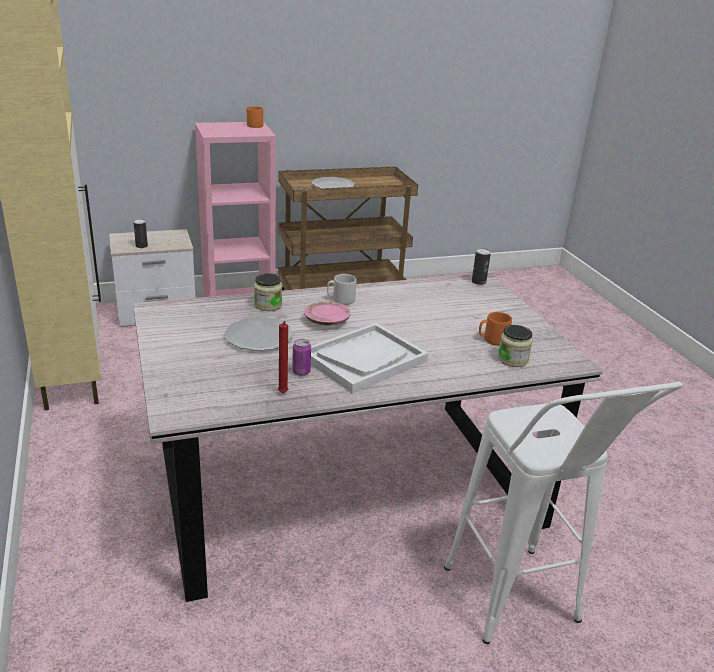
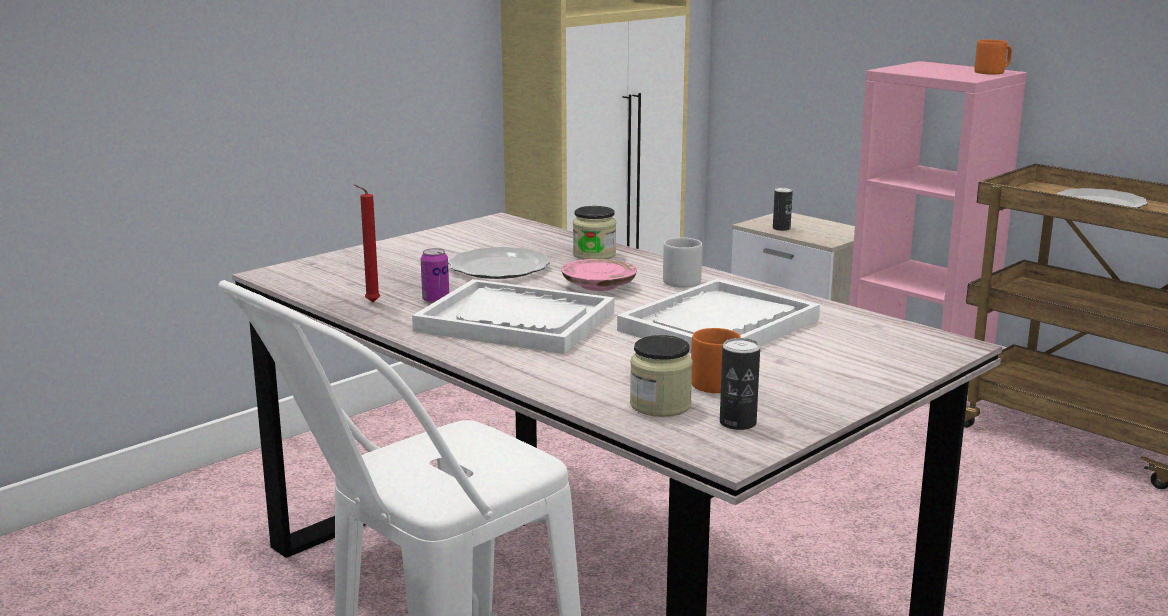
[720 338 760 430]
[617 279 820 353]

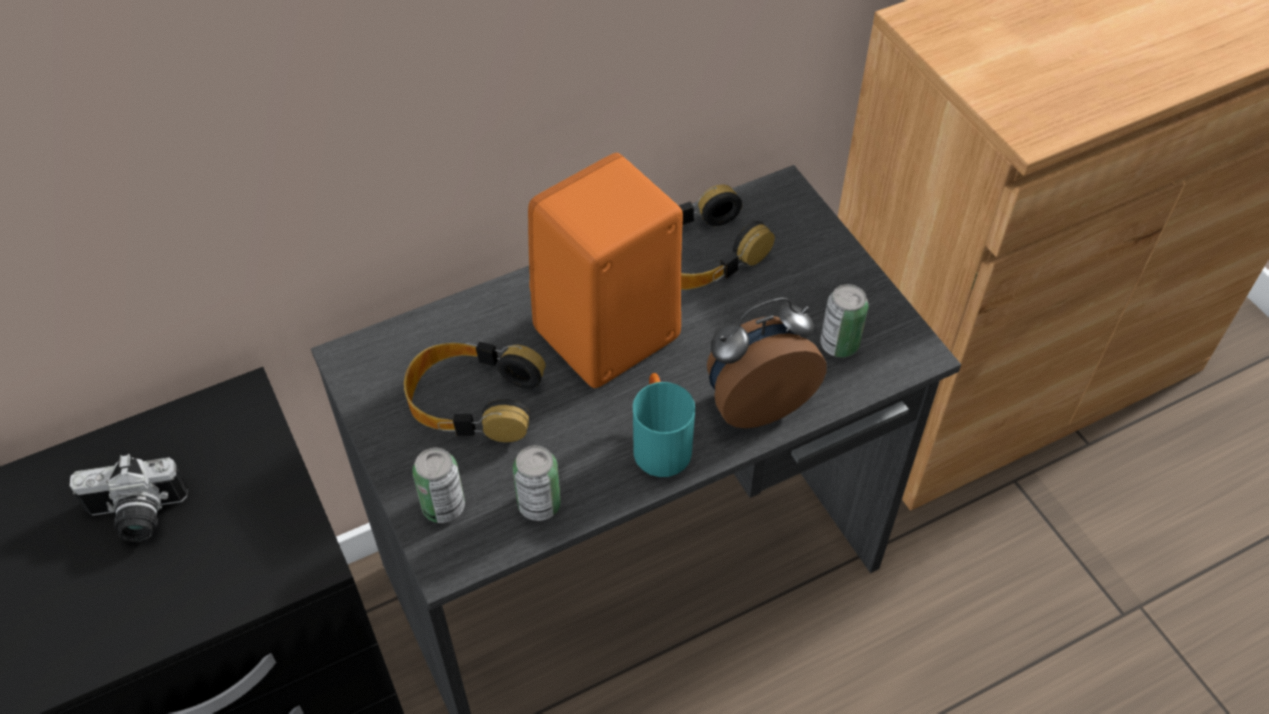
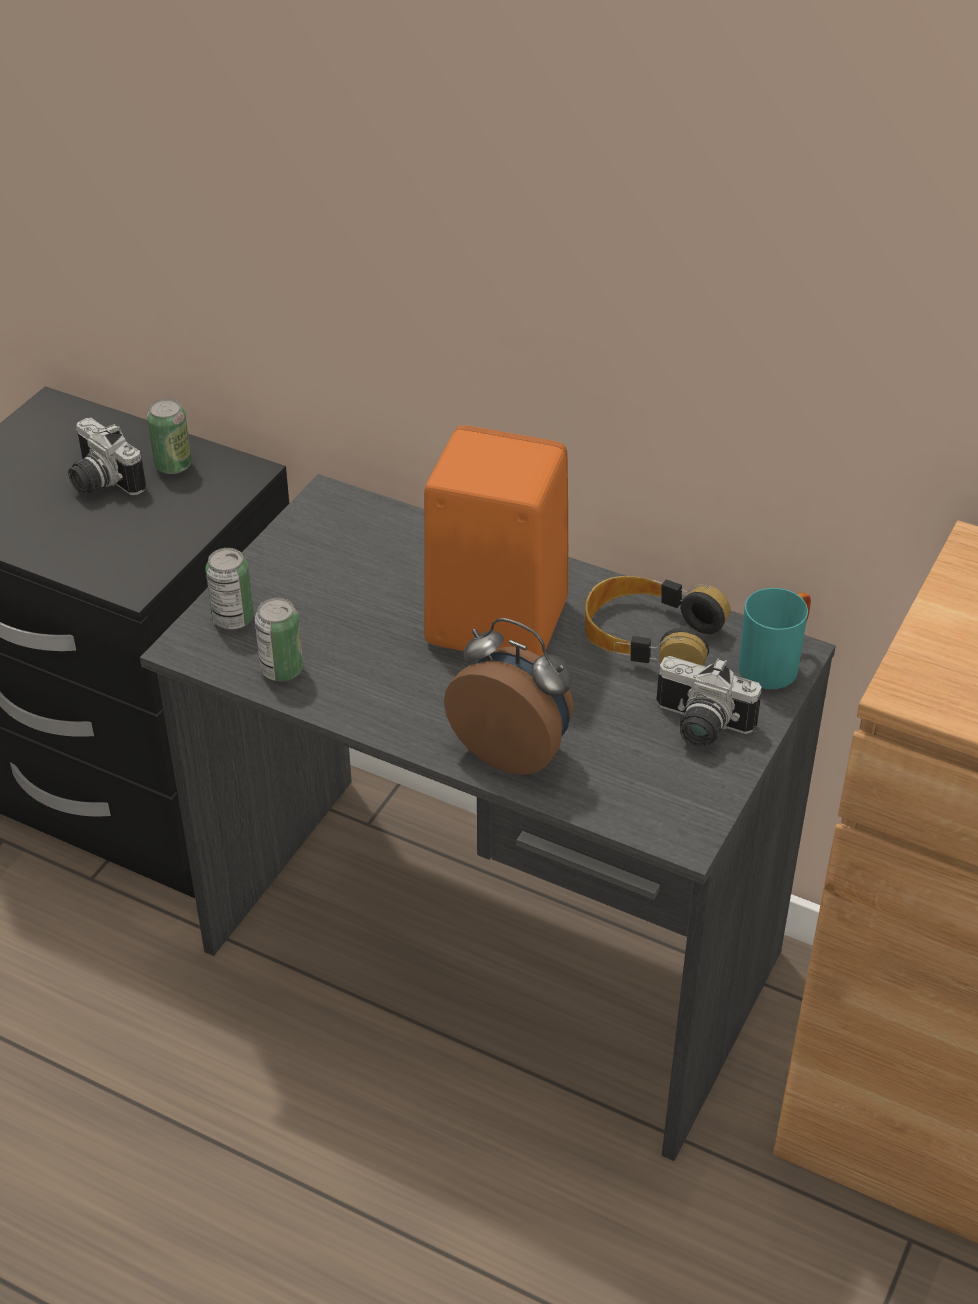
[404 342 546 442] (first image)
[738 588 811 689]
[147 399 192 474]
[656 656 762 748]

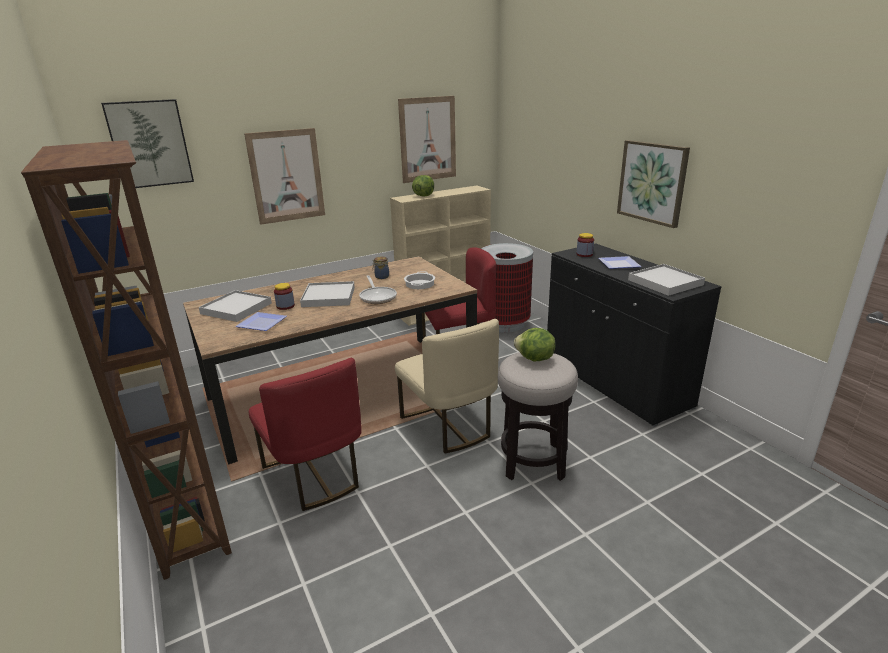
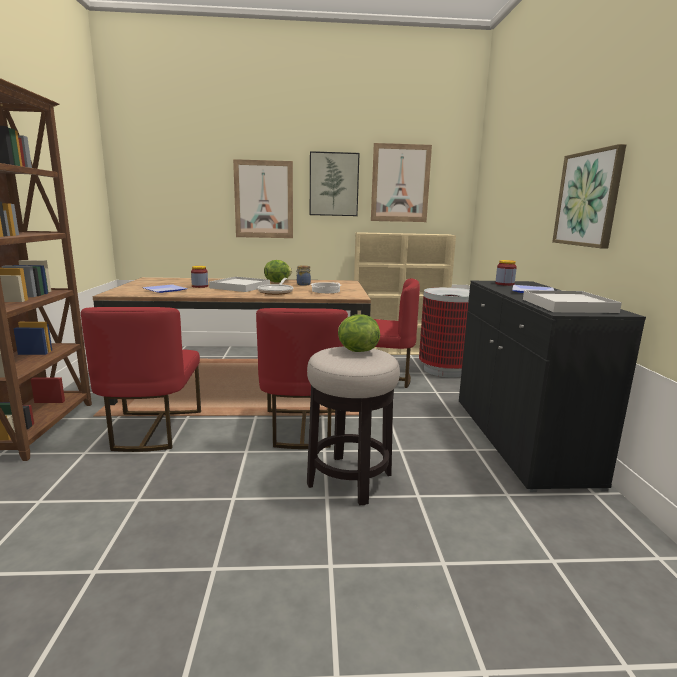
[310 151 360 216]
[199 290 272 322] (first image)
[256 308 348 449]
[264 260 292 282]

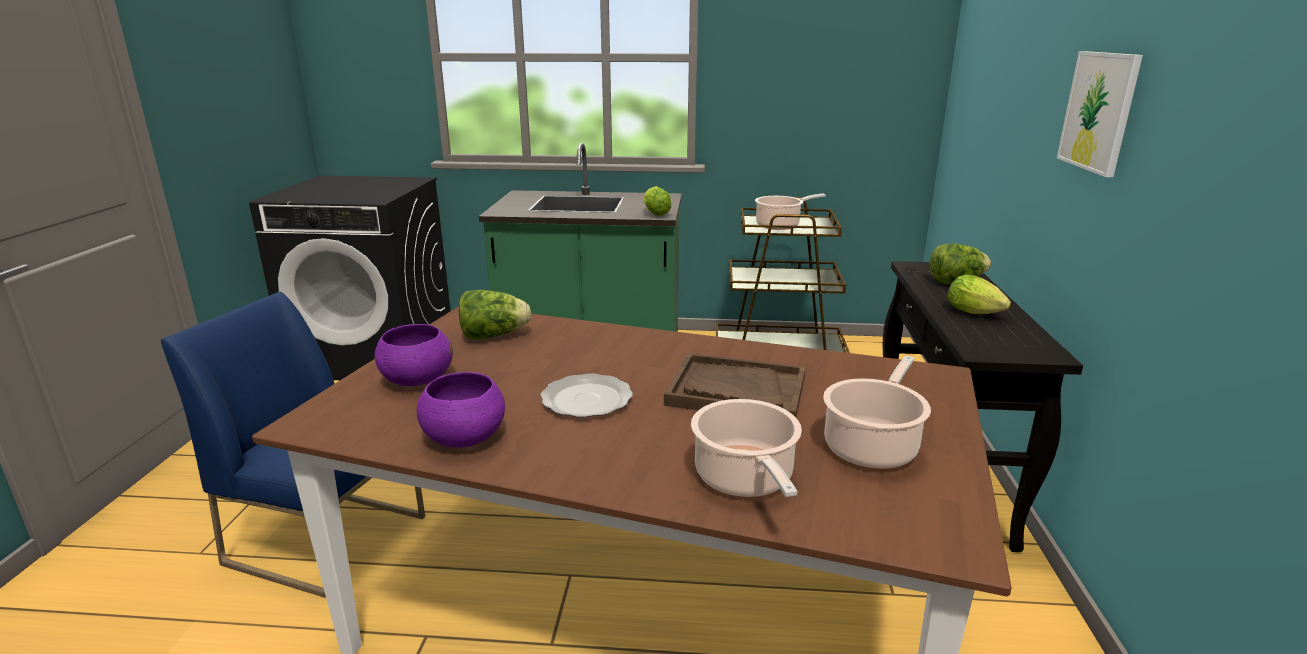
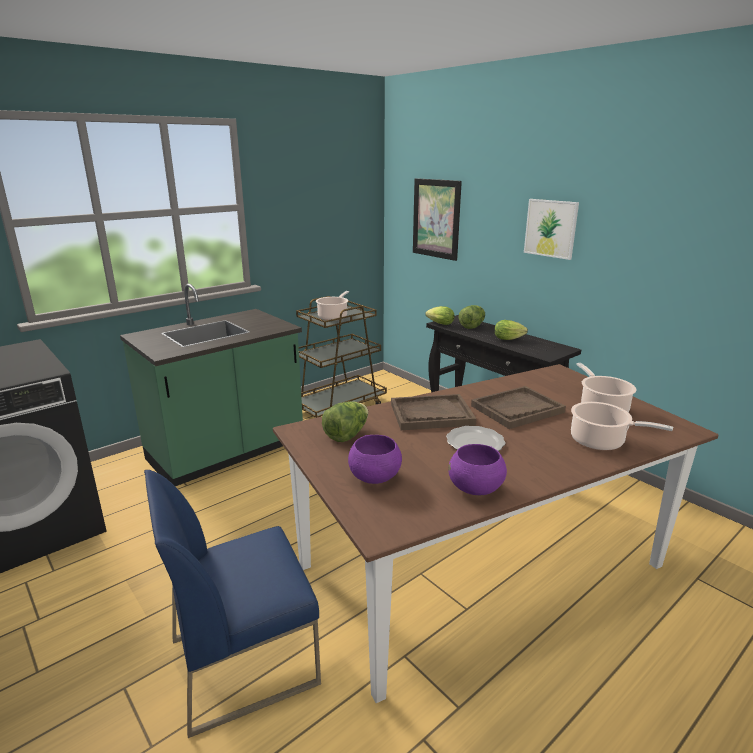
[425 306 455 325]
[391 394 477 430]
[413 178 462 261]

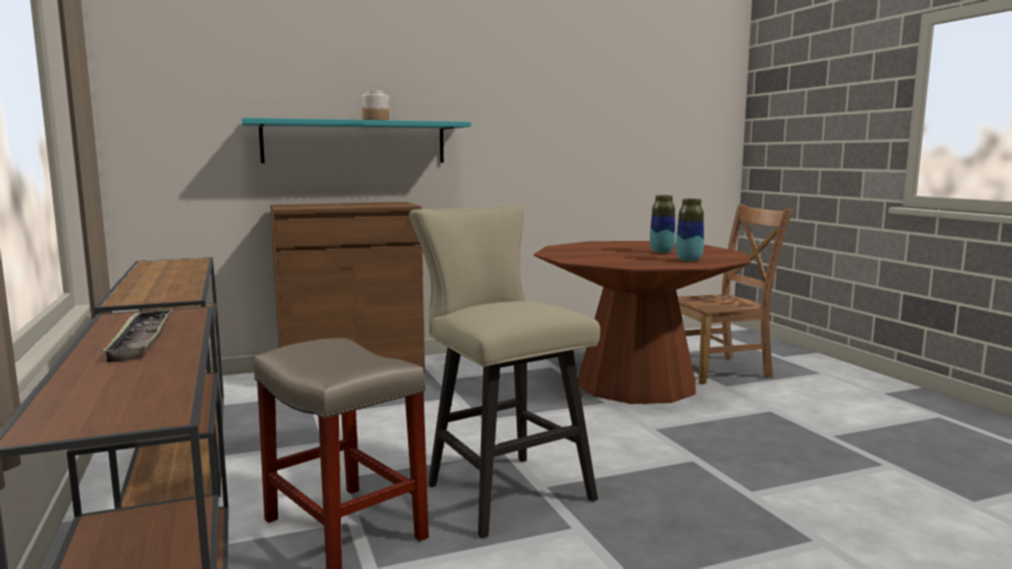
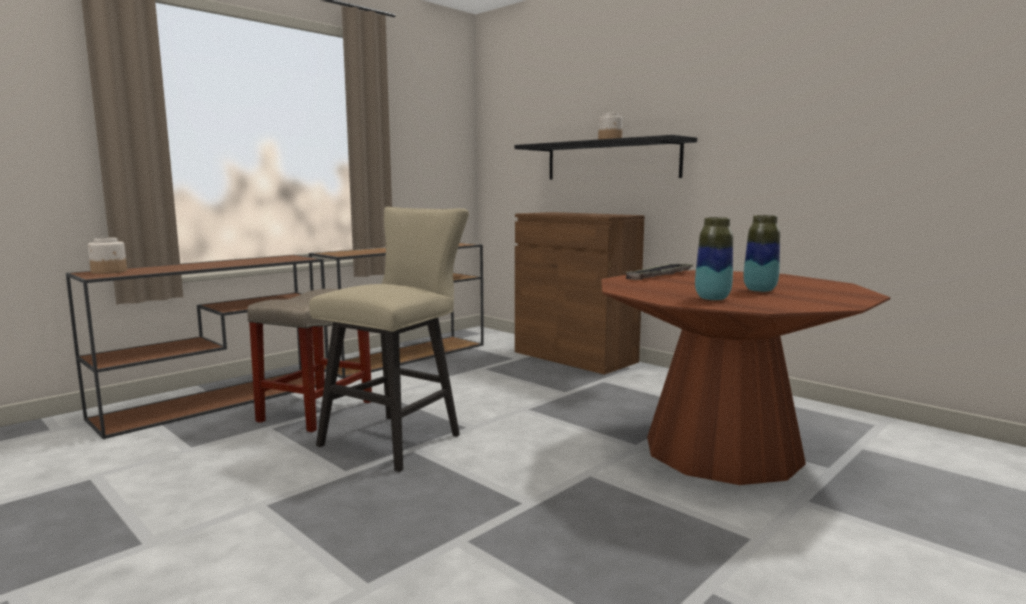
[626 263 694 280]
[514 135 697 180]
[678 204 793 384] (first image)
[88 238 127 274]

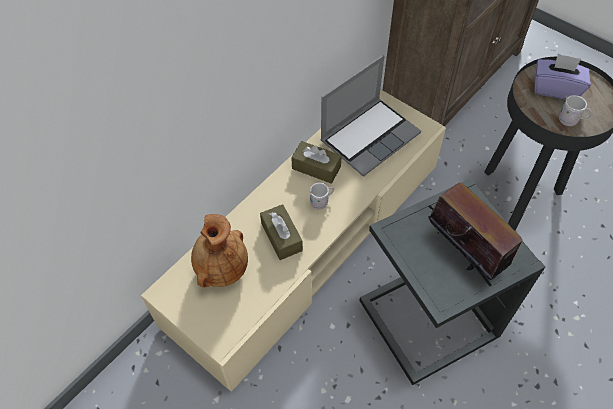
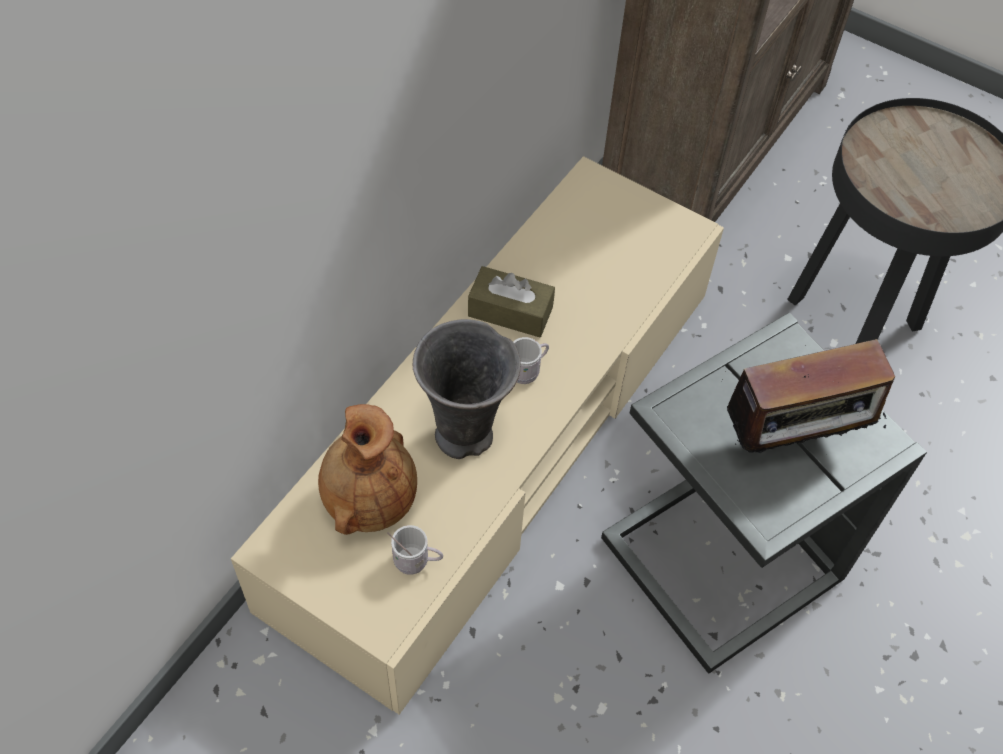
[413 319 521 459]
[320 55 421 177] (first image)
[722 339 895 466]
[534 54 591 100] (first image)
[387 525 443 575]

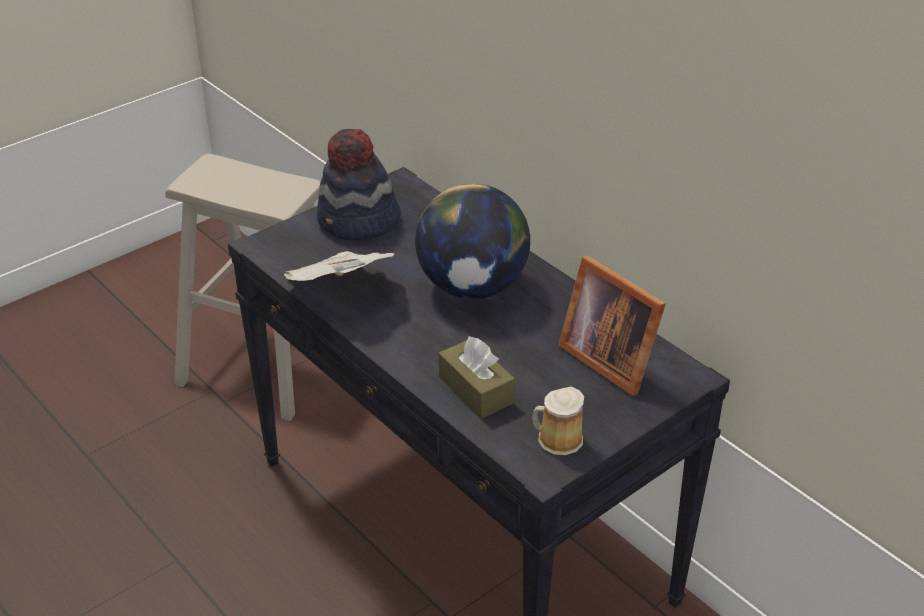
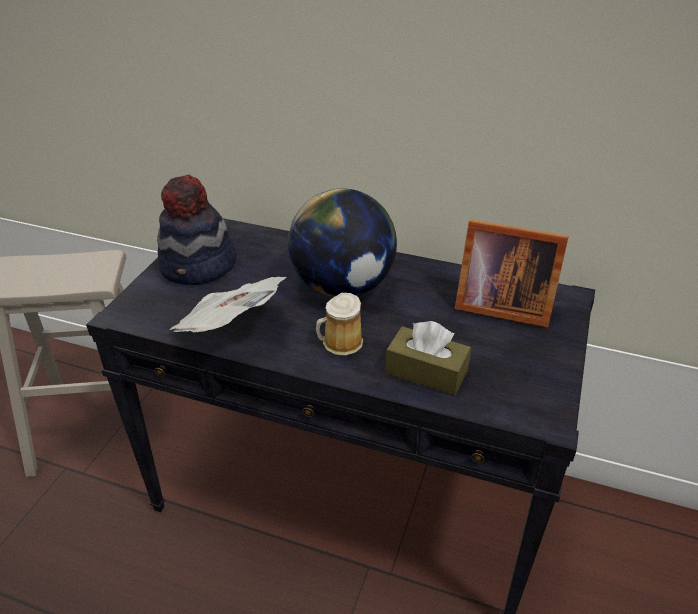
[316 293 363 356]

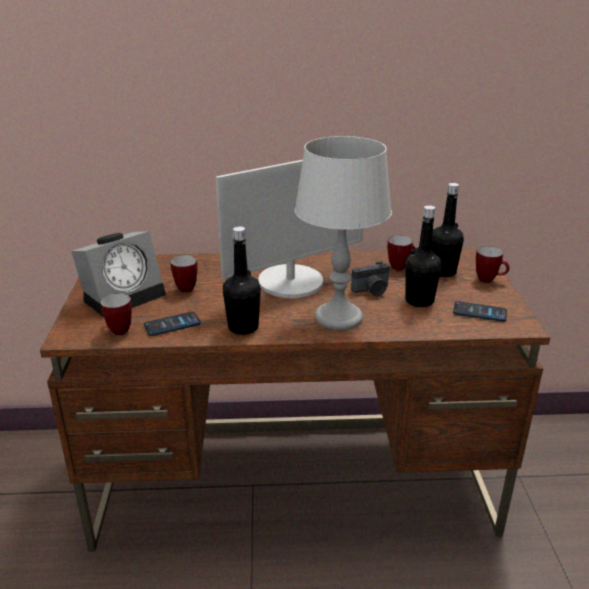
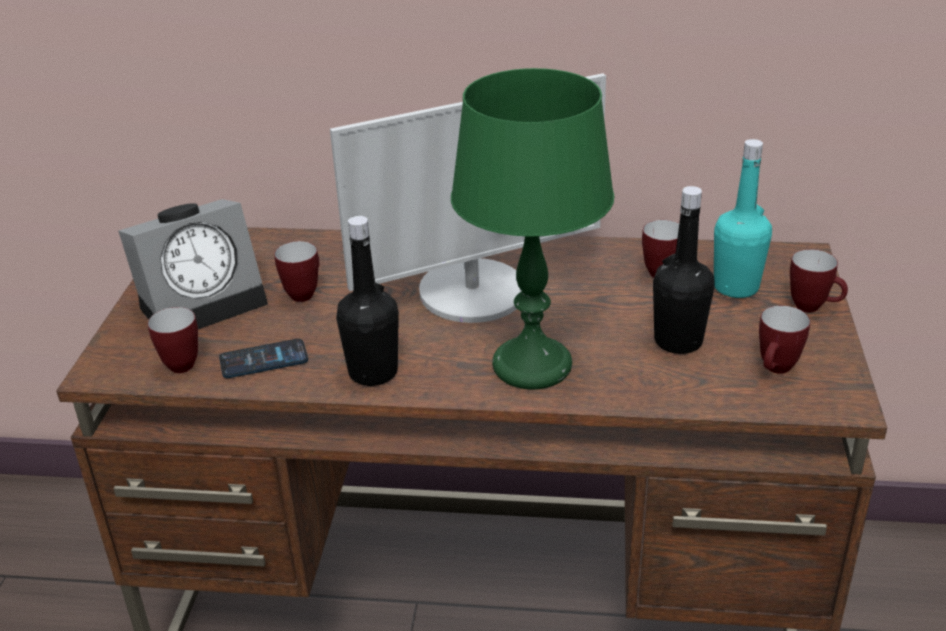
[451 68 614 389]
[351 261 389 296] (first image)
[714 139 772 298]
[759 306 810 374]

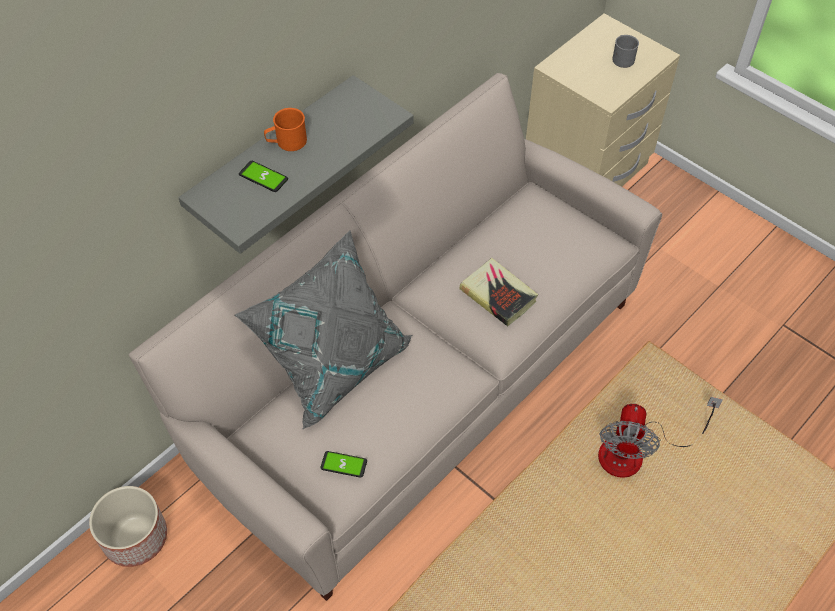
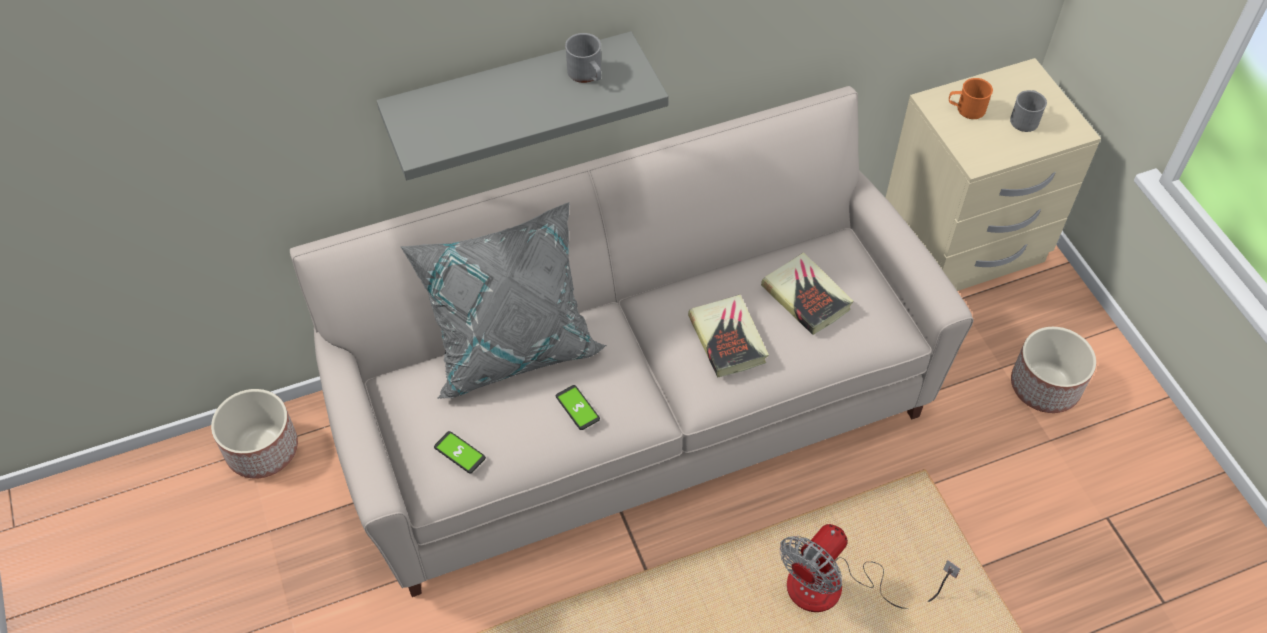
[556 385 600 430]
[949 78 993 119]
[565 33 601 83]
[761 252 854 335]
[1011 327 1096 413]

